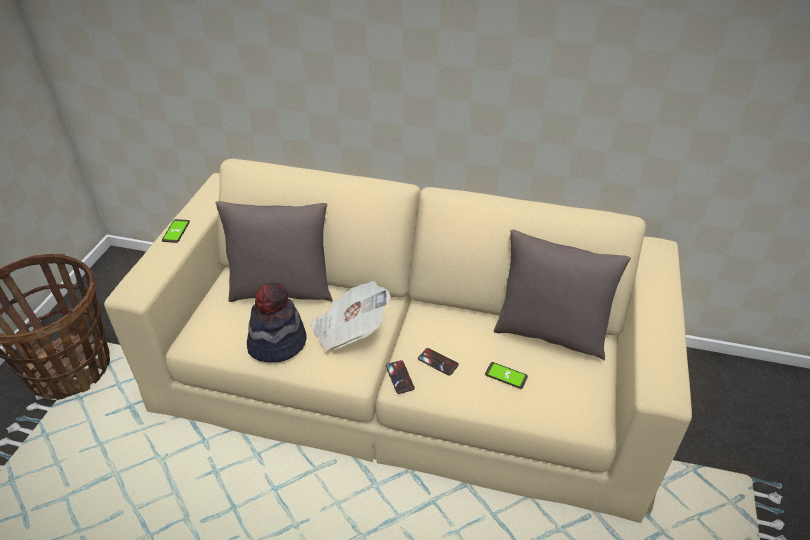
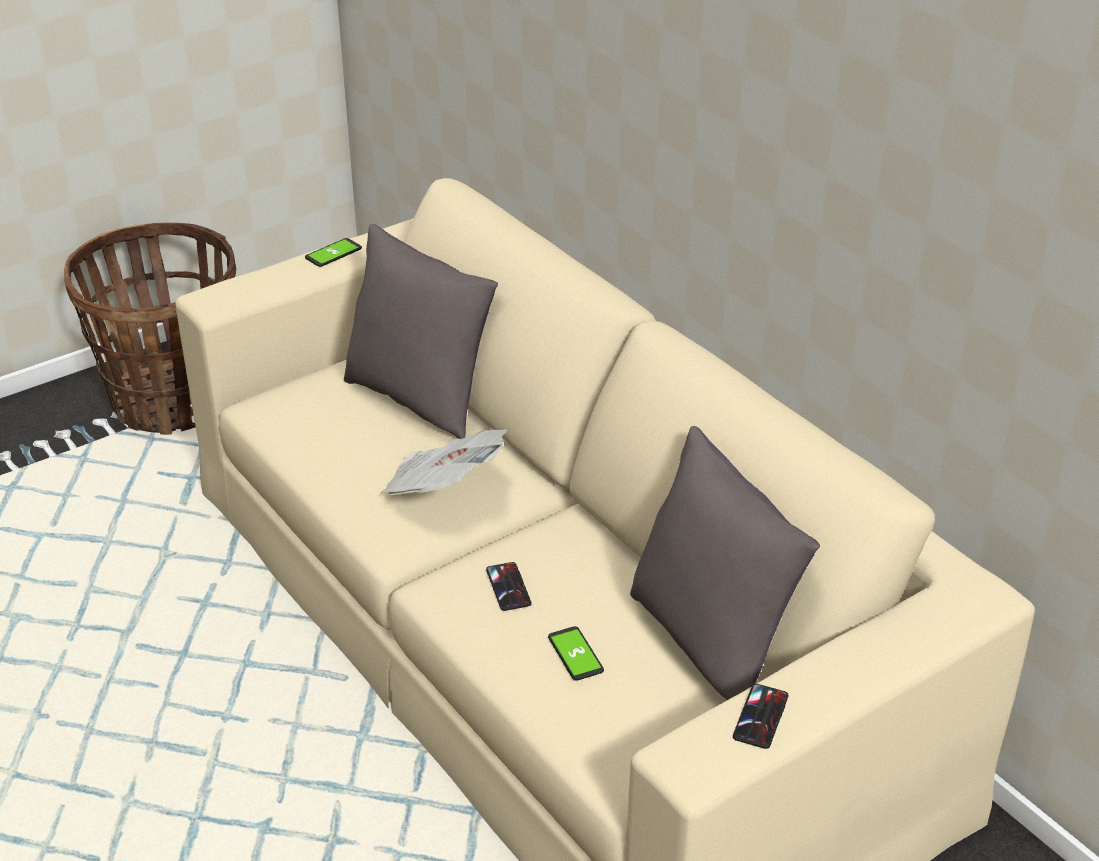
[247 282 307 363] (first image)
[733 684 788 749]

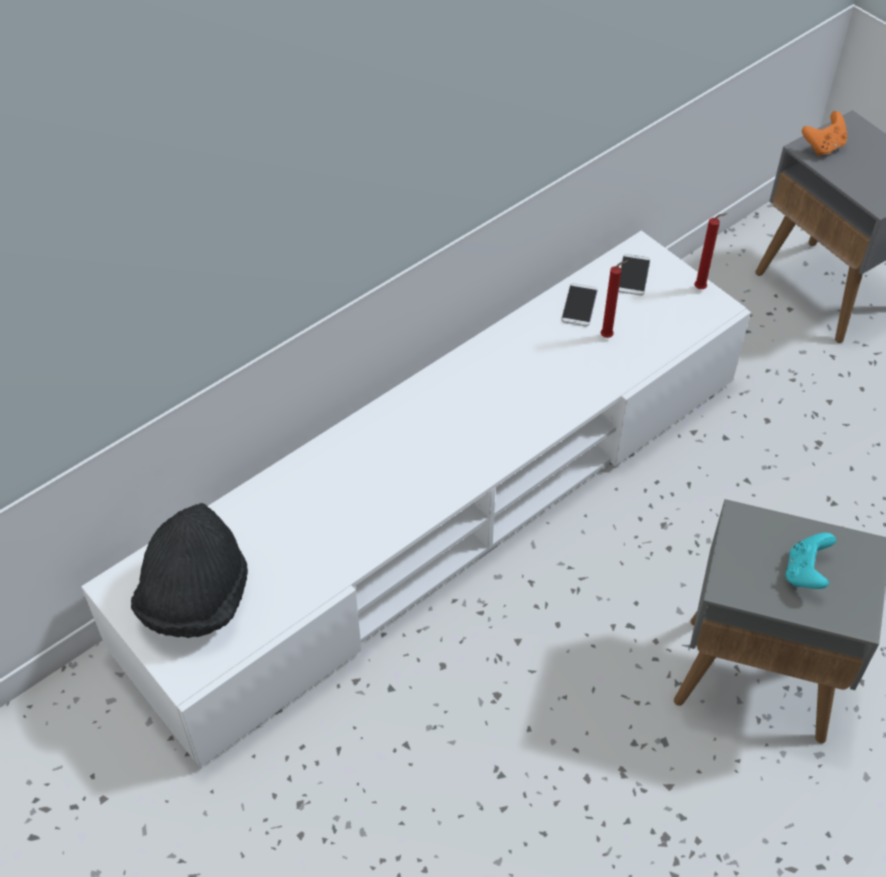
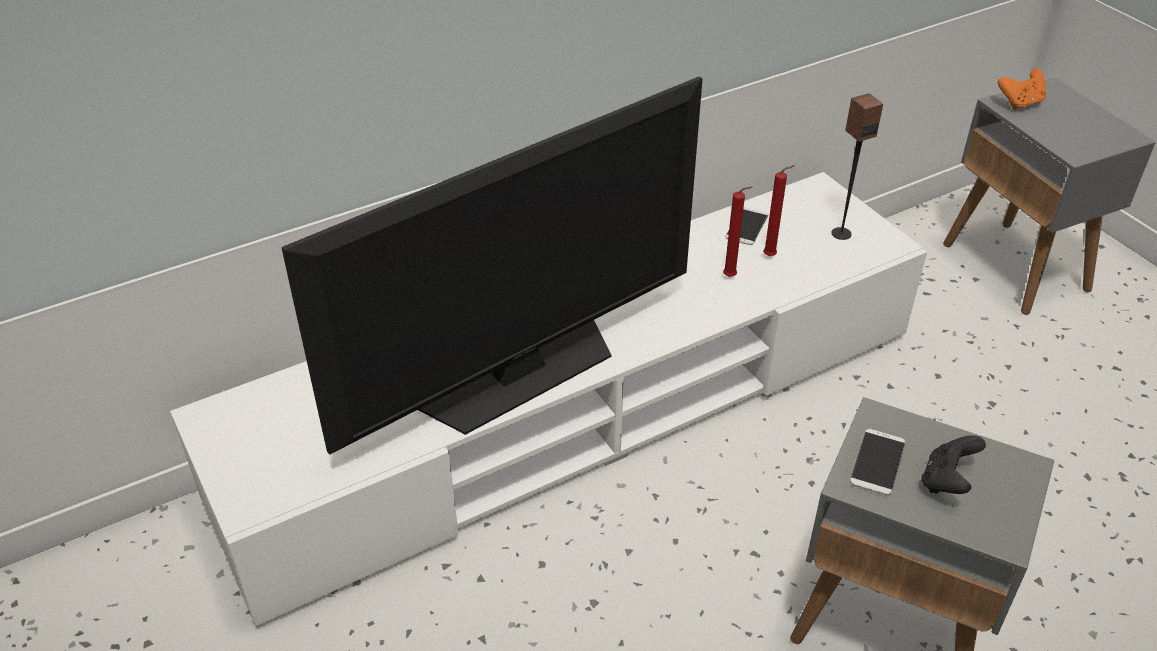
[131 503 248 638] (first image)
[850 429 905 495]
[723 186 752 277]
[921 435 986 494]
[281 77 703 455]
[831 93 883 240]

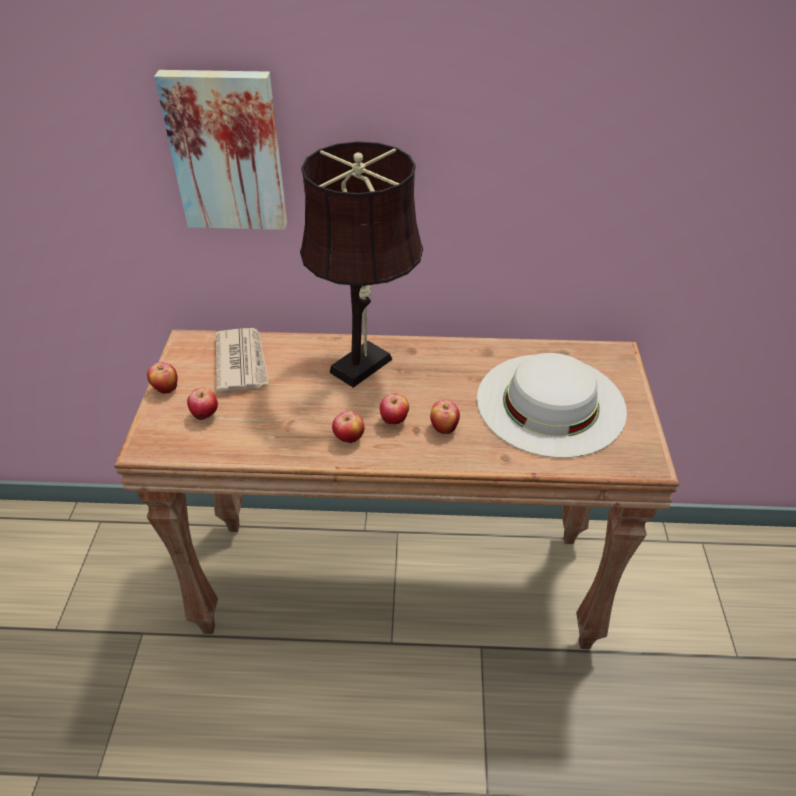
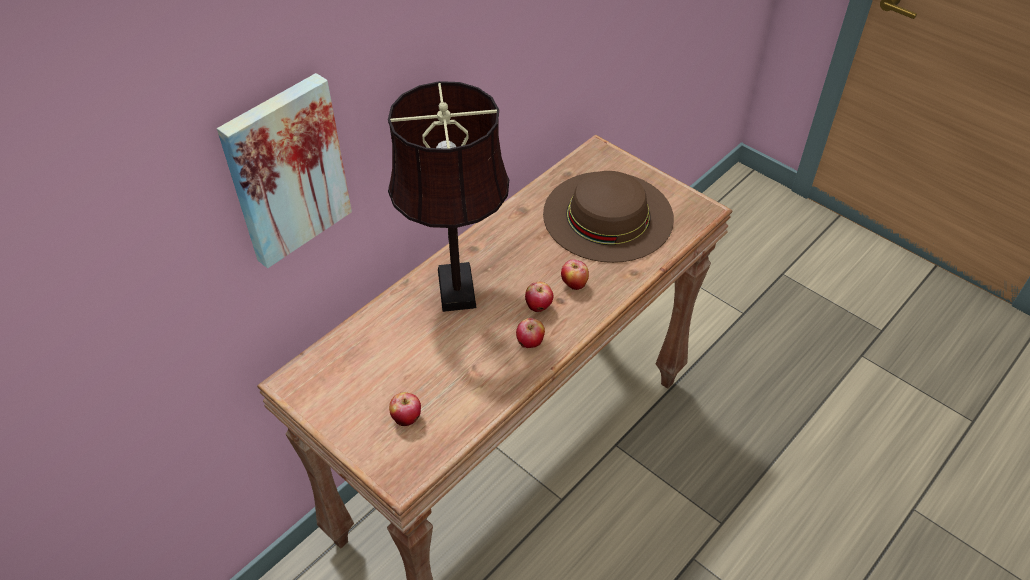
[147 362 178 394] (first image)
[216 328 269 392] (first image)
[543 171 674 263]

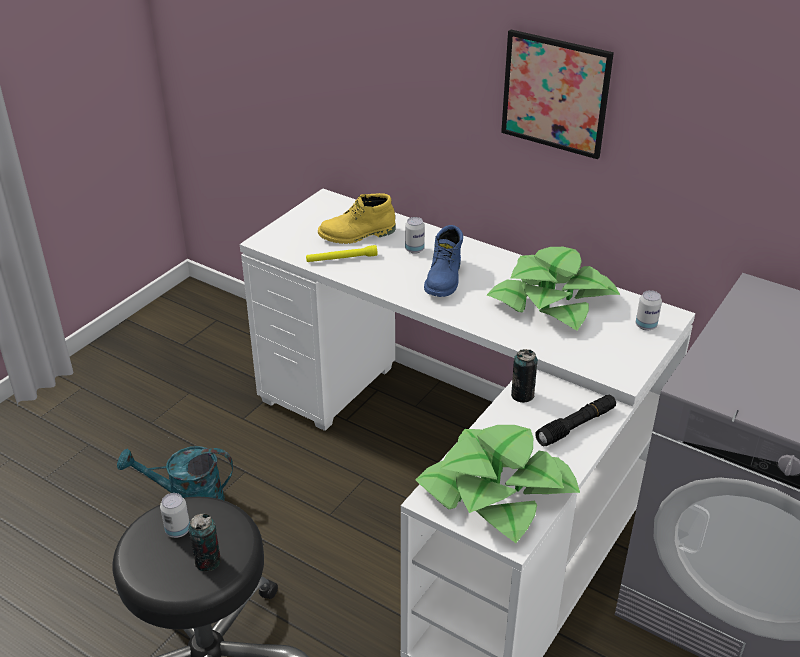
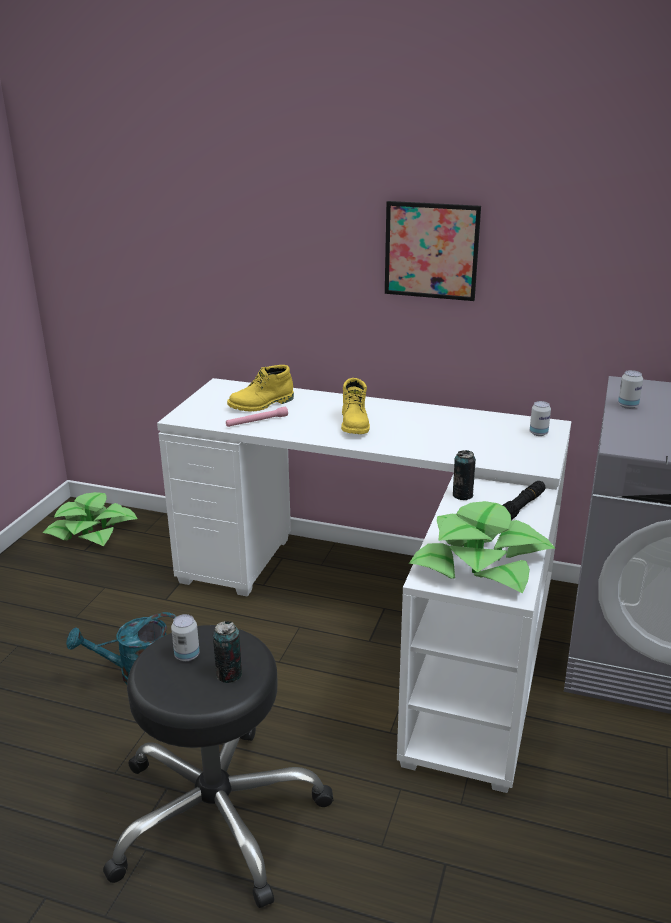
[226 407 288 427]
[618 370 643 409]
[341 378 370 434]
[43 492 137 546]

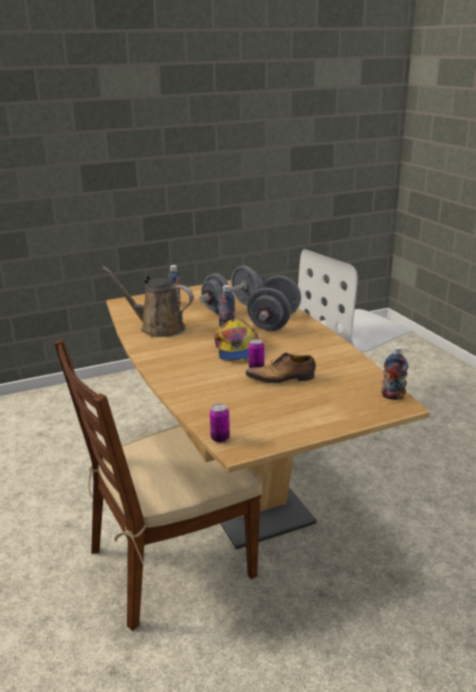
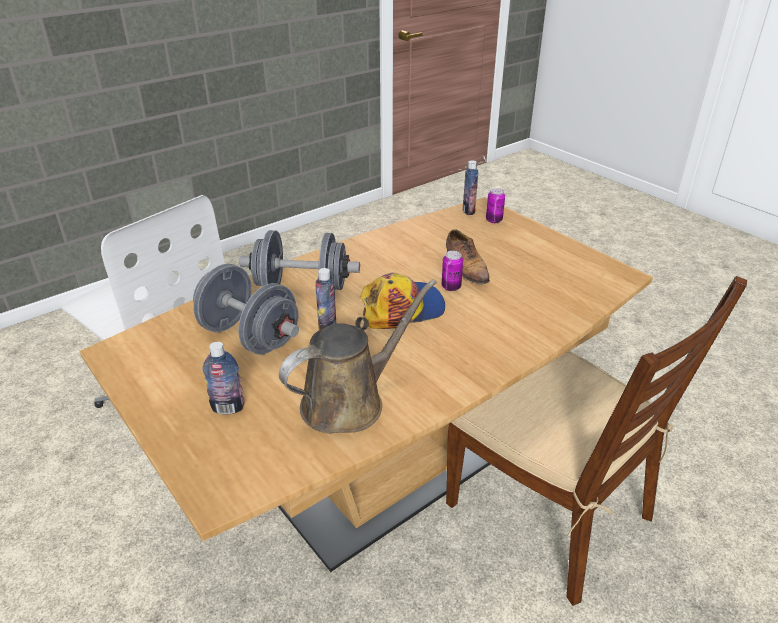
[279 279 437 434]
[486 188 505 223]

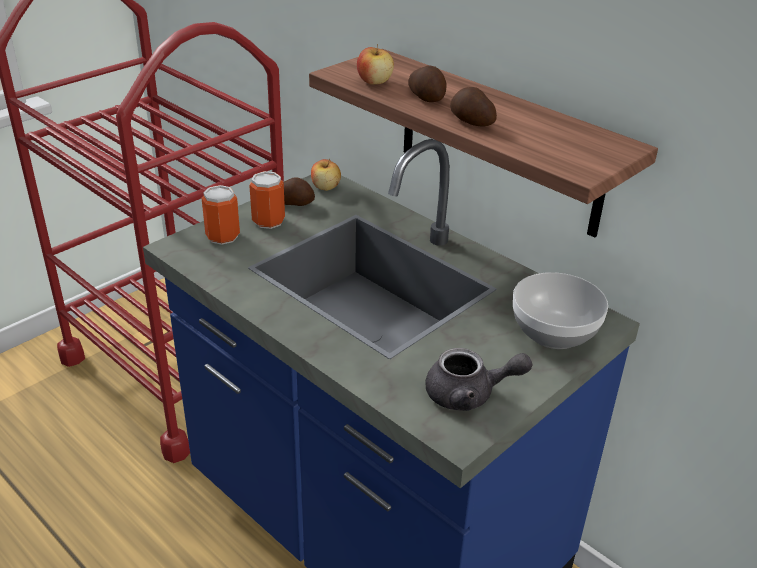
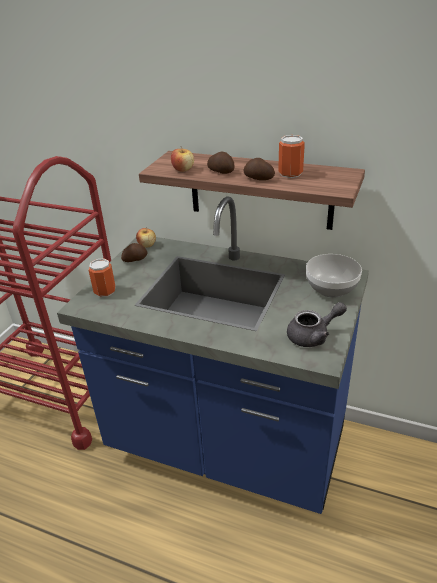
[278 135 305 178]

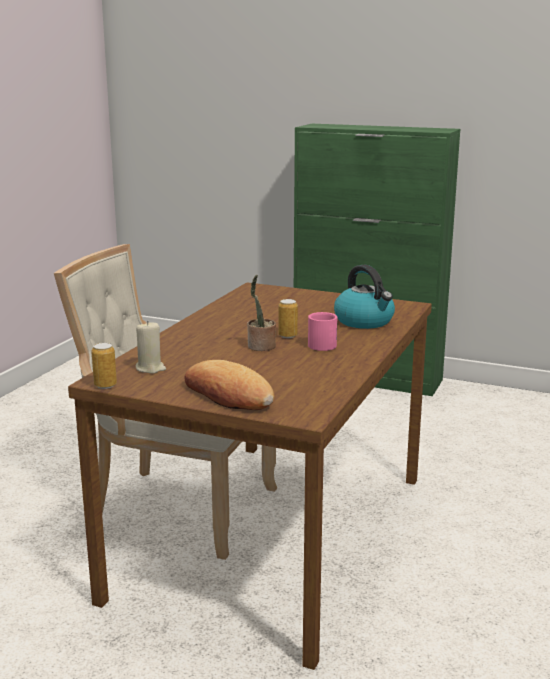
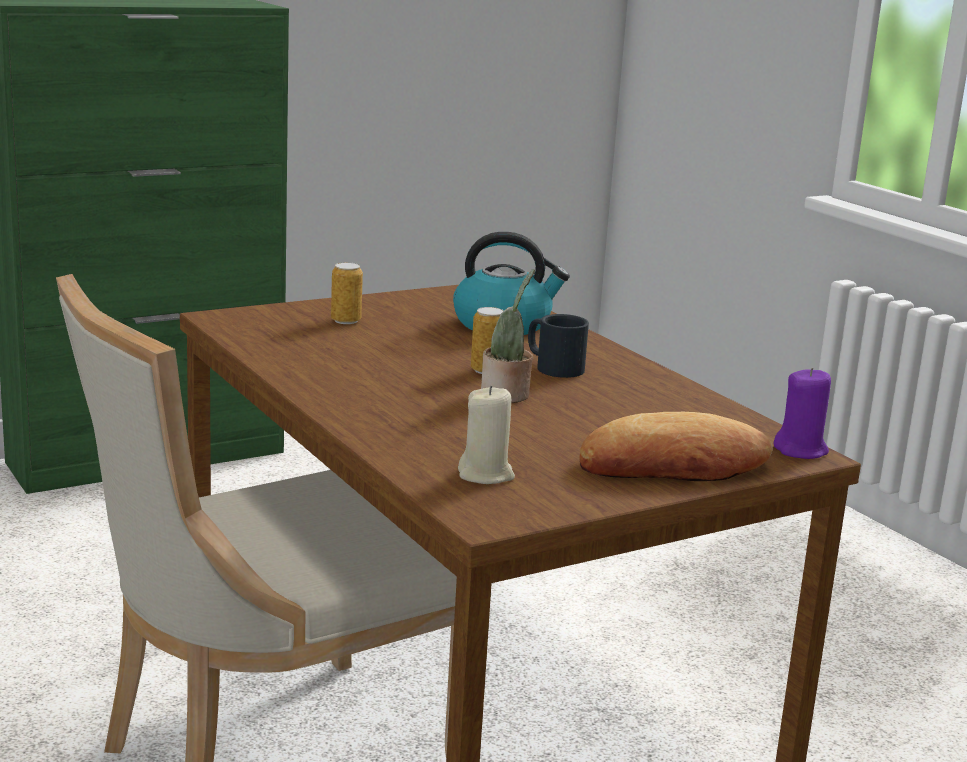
[331 262 363 324]
[528 314 589 378]
[774 368 831 459]

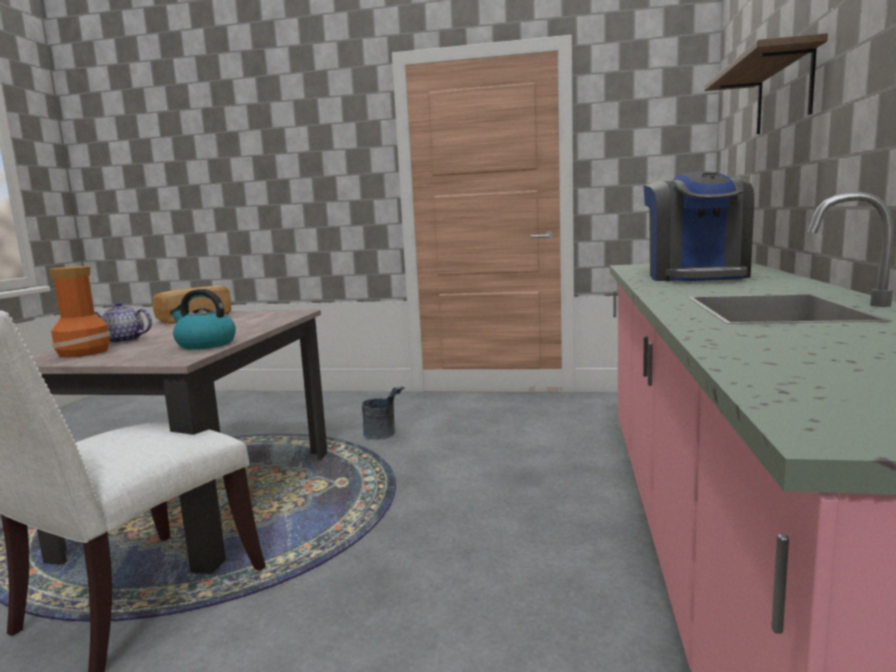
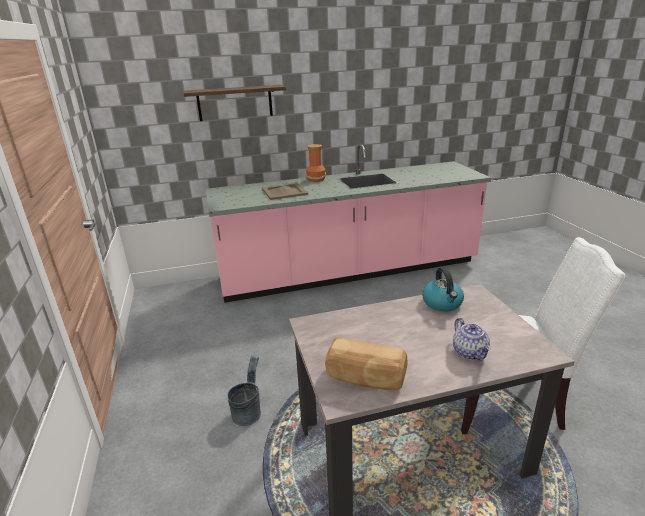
[306 144 326 182]
[262 183 308 200]

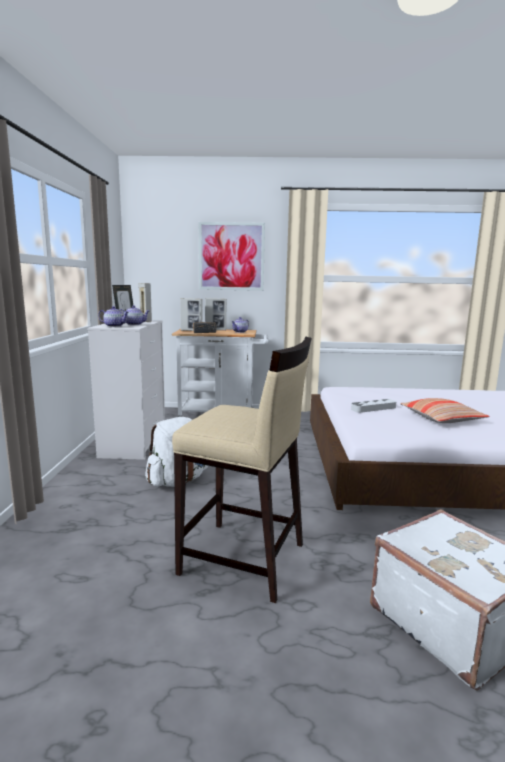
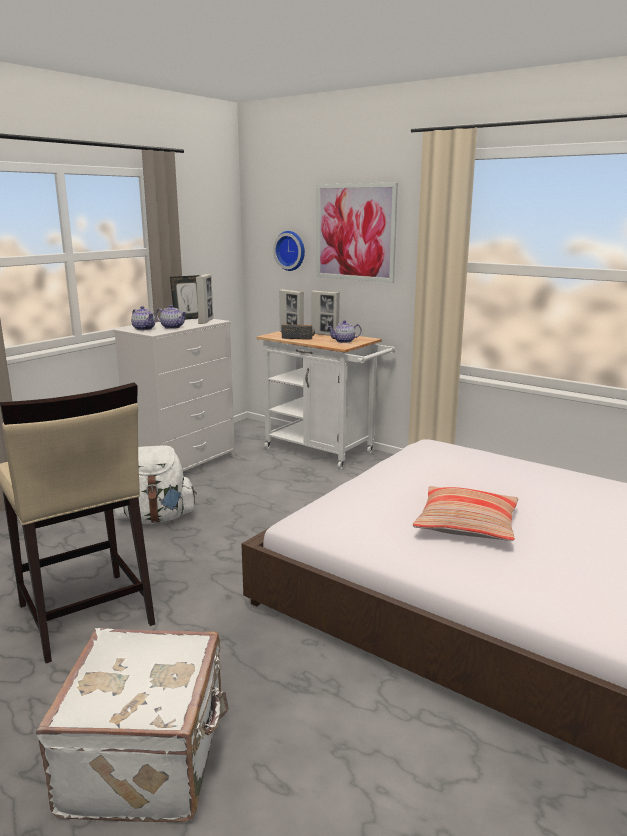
[351 399 396 413] (first image)
[273 231 305 271]

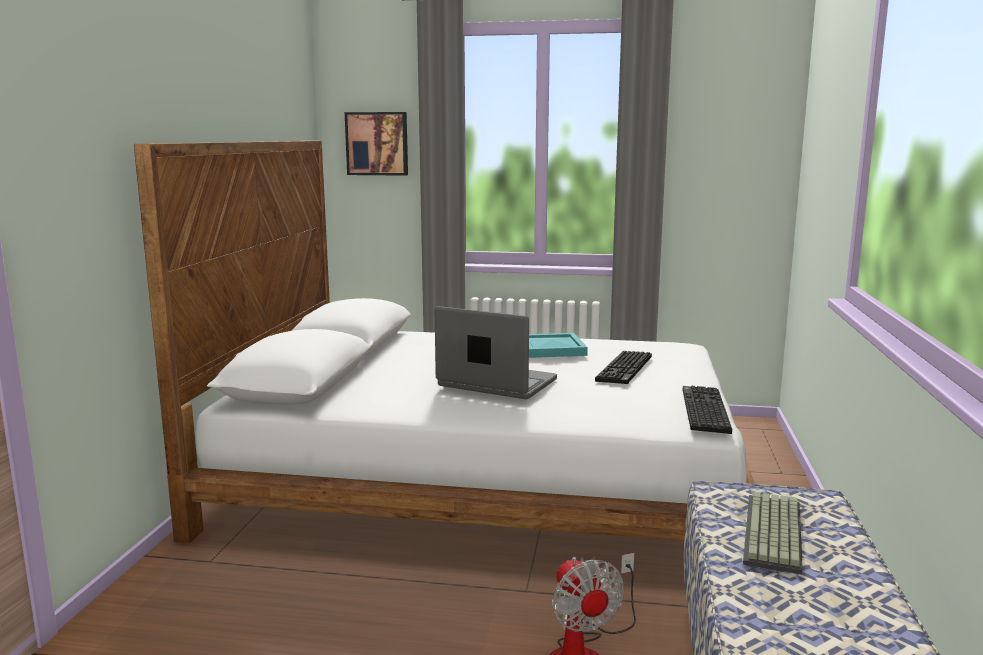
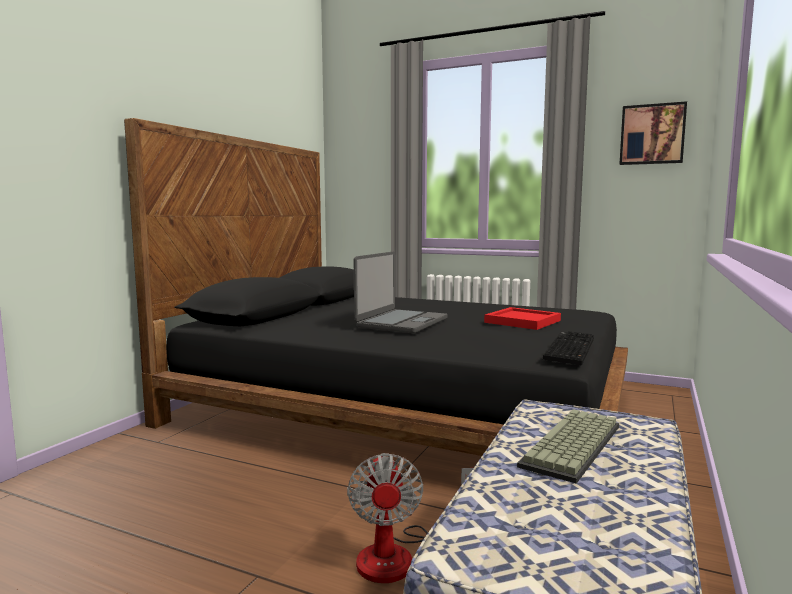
[124 118 628 456]
[619 101 687 165]
[354 251 448 333]
[529 333 588 358] (first image)
[484 307 561 330]

